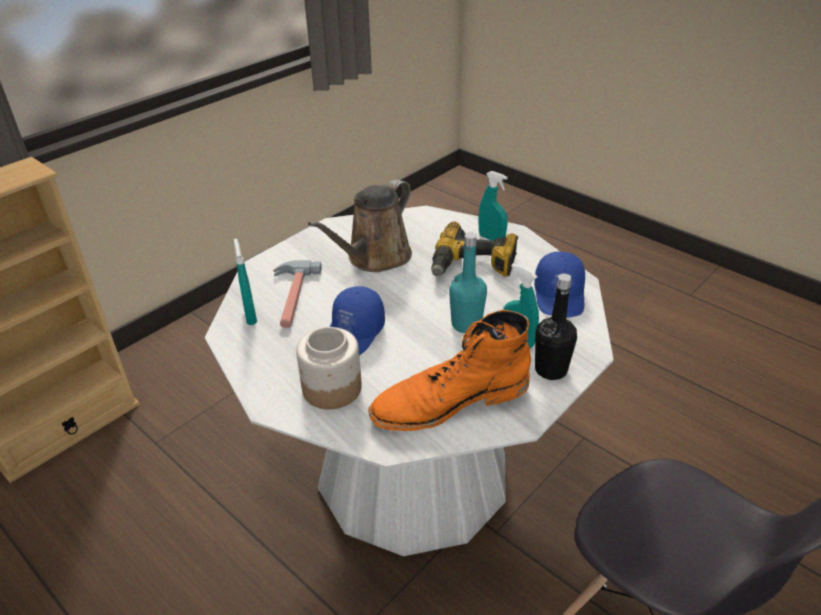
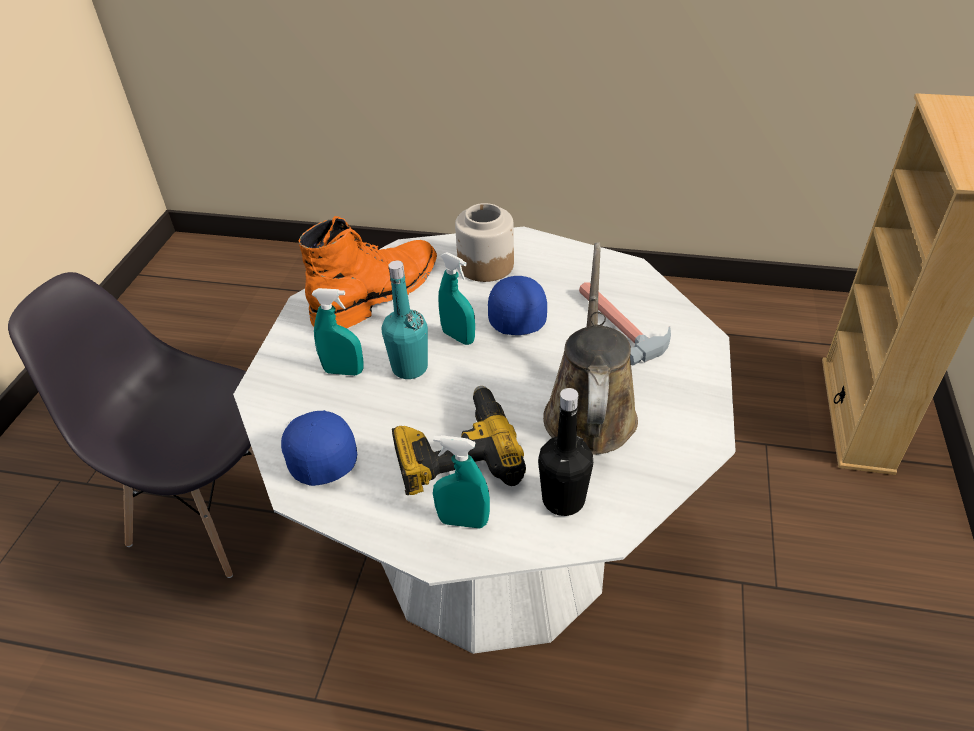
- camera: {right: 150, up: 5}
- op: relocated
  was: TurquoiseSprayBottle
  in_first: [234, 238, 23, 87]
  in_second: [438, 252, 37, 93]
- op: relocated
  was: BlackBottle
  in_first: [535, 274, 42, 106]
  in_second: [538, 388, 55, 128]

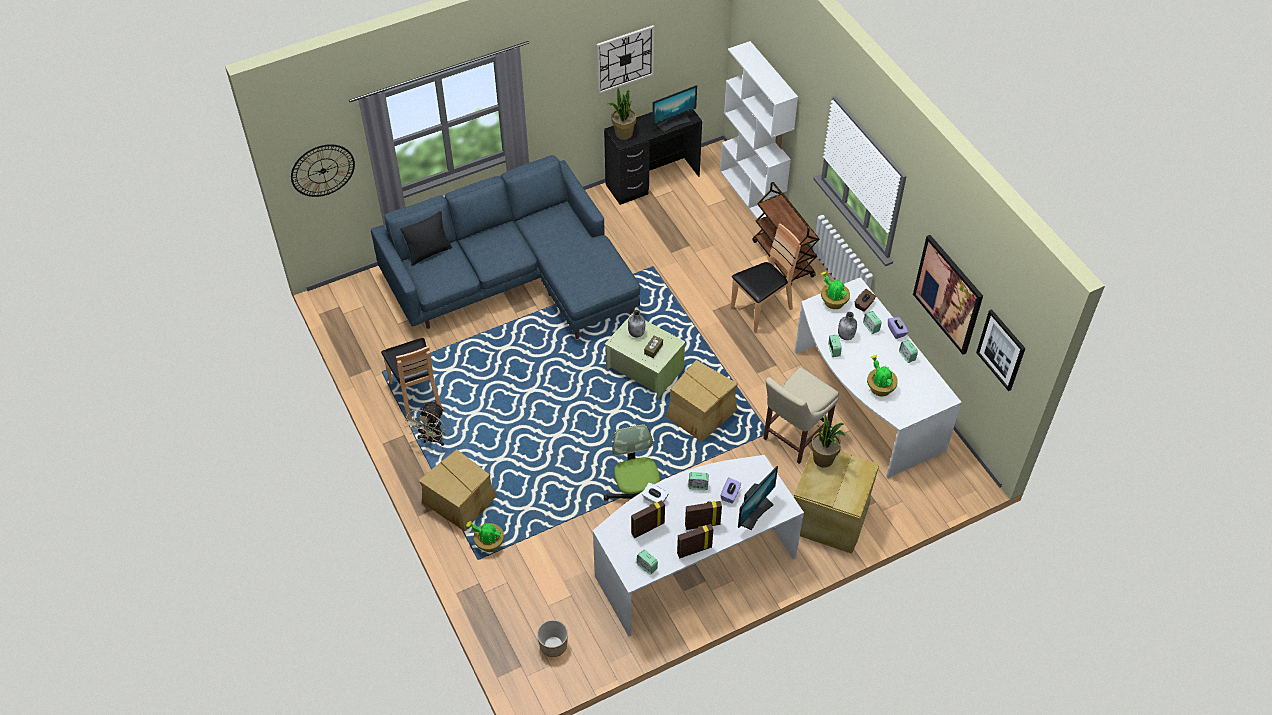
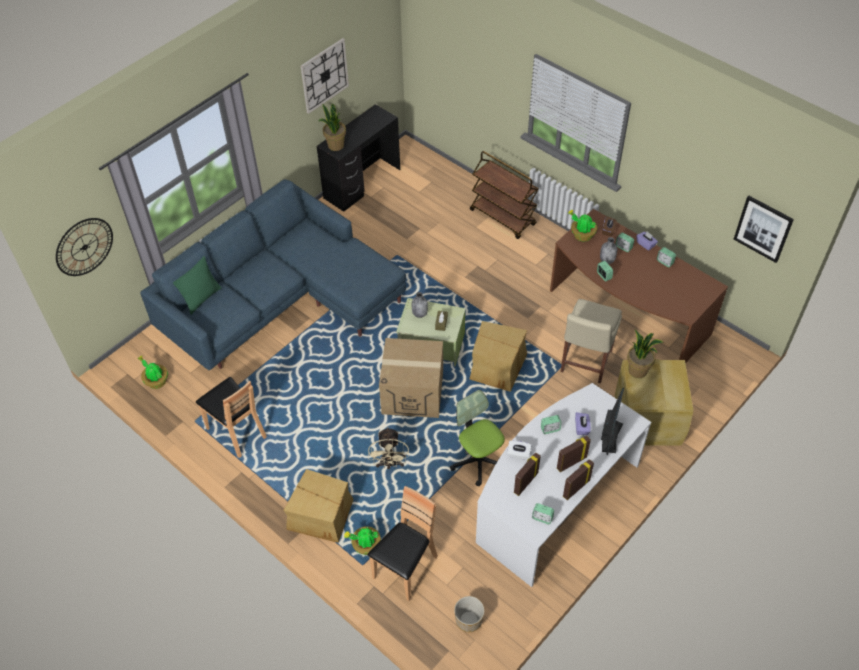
- camera: {right: -20, up: 0}
- op: colour
  was: BlackPillow
  now: GreenPillow
  in_first: [400, 211, 52, 55]
  in_second: [173, 256, 49, 59]
- op: relocated
  was: BeigeFan
  in_first: [404, 401, 42, 45]
  in_second: [368, 427, 41, 42]
- op: missing
  was: Monitor
  in_first: [652, 85, 45, 48]
- op: missing
  was: WhiteBookcase
  in_first: [720, 41, 78, 178]
- op: relocated
  was: BrownChair
  in_first: [731, 223, 70, 110]
  in_second: [368, 486, 70, 115]
- op: colour
  was: WhiteDesk
  now: BrownDesk
  in_first: [795, 277, 167, 201]
  in_second: [550, 209, 178, 154]
- op: relocated
  was: PottedPlant
  in_first: [867, 355, 31, 41]
  in_second: [138, 356, 30, 33]
- op: missing
  was: Picture
  in_first: [913, 235, 70, 120]
- op: appeared
  now: CardboardBox
  in_second: [379, 338, 64, 80]

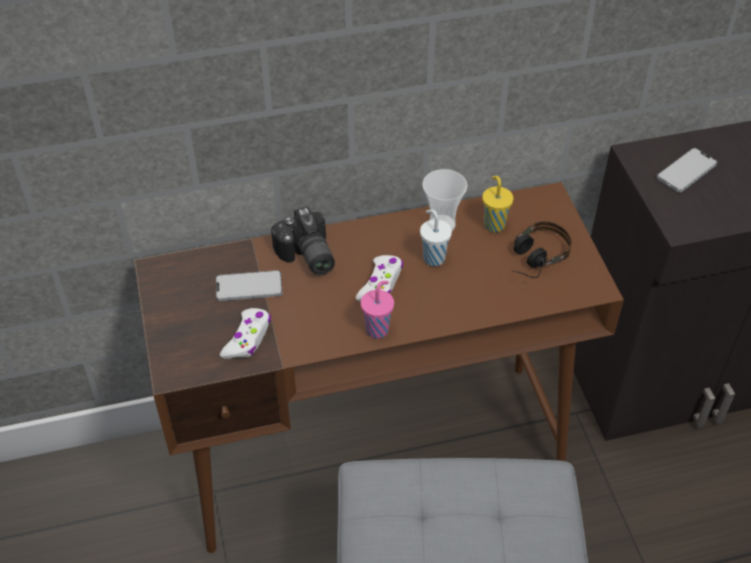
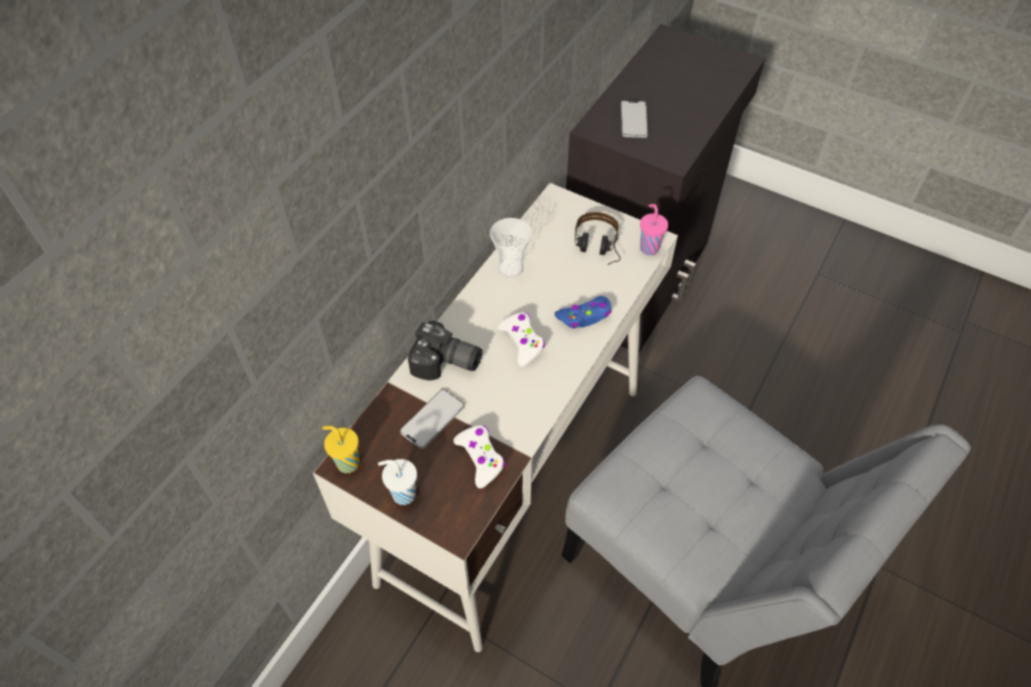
- camera: {right: -45, up: 5}
- op: colour
  was: BrownDesk
  now: WhiteDesk
  in_first: [134, 182, 490, 371]
  in_second: [313, 183, 365, 469]
- op: relocated
  was: PinkCup
  in_first: [361, 281, 33, 57]
  in_second: [640, 204, 28, 51]
- op: relocated
  was: WhiteCup
  in_first: [420, 210, 32, 56]
  in_second: [378, 459, 39, 46]
- op: relocated
  was: YellowCup
  in_first: [482, 176, 31, 57]
  in_second: [322, 426, 38, 47]
- op: appeared
  now: BlueGameController
  in_second: [554, 296, 58, 33]

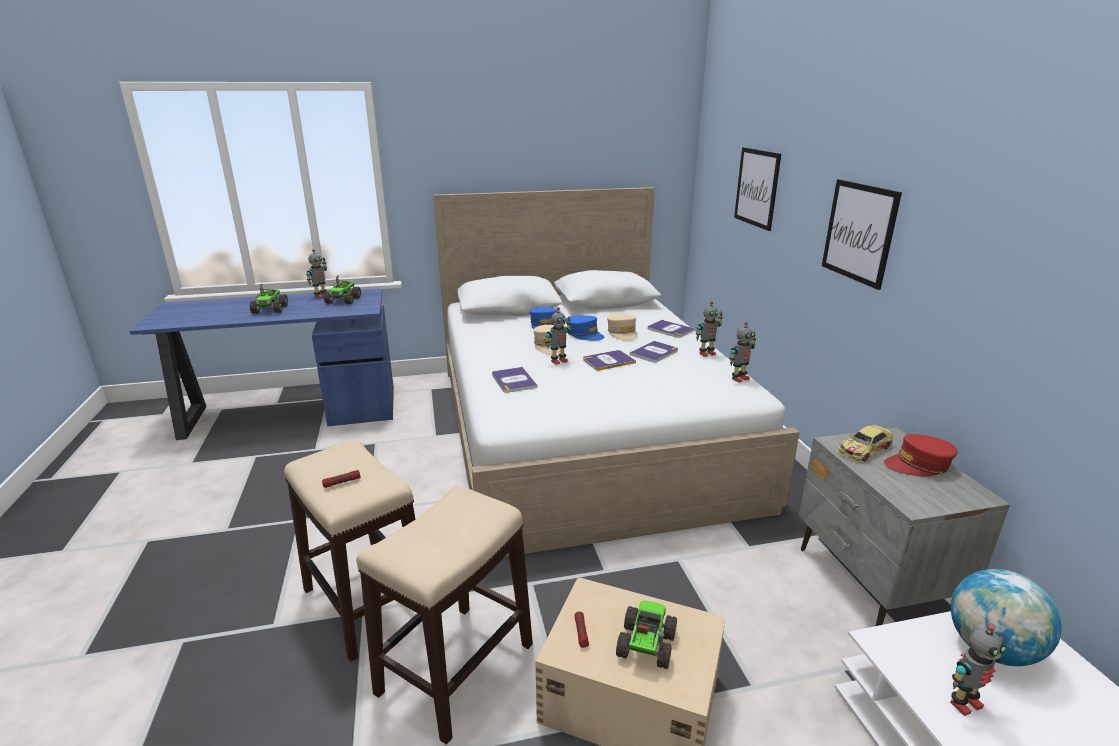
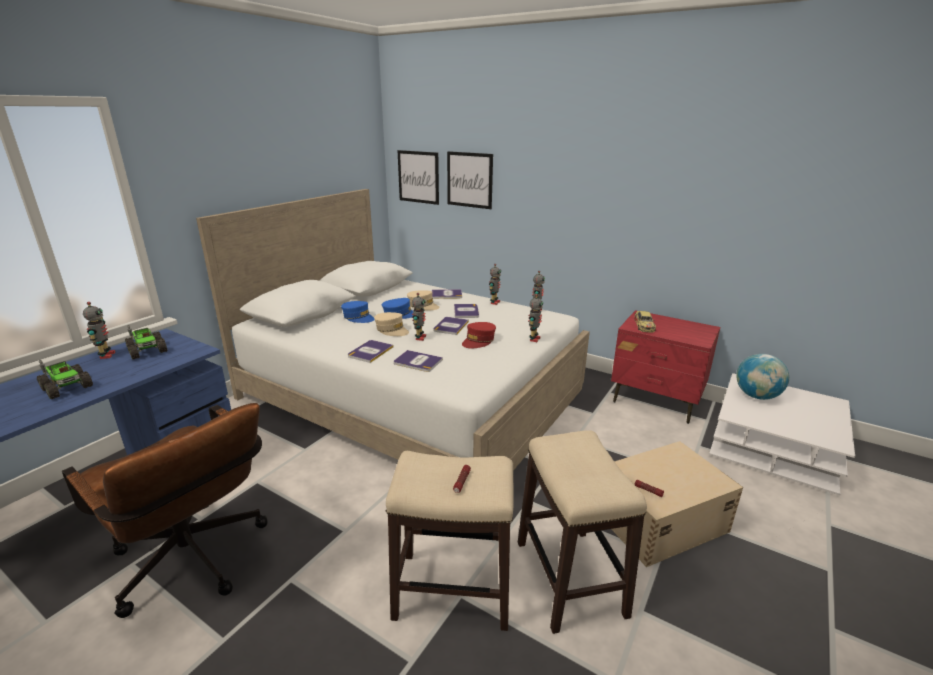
- camera: {right: -45, up: 0}
- op: missing
  was: ToyTruck
  in_first: [616, 601, 61, 68]
- op: colour
  was: GreyNightstand
  now: RedNightstand
  in_first: [799, 427, 211, 199]
  in_second: [611, 310, 109, 114]
- op: relocated
  was: Picture
  in_first: [822, 179, 80, 111]
  in_second: [397, 150, 42, 55]
- op: relocated
  was: RedCap
  in_first: [884, 434, 74, 43]
  in_second: [462, 322, 34, 27]
- op: relocated
  was: ToyRobot
  in_first: [950, 625, 56, 91]
  in_second: [528, 294, 15, 48]
- op: appeared
  now: BrownOfficeChair
  in_second: [62, 403, 206, 215]
- op: appeared
  now: Book
  in_second: [348, 340, 46, 23]

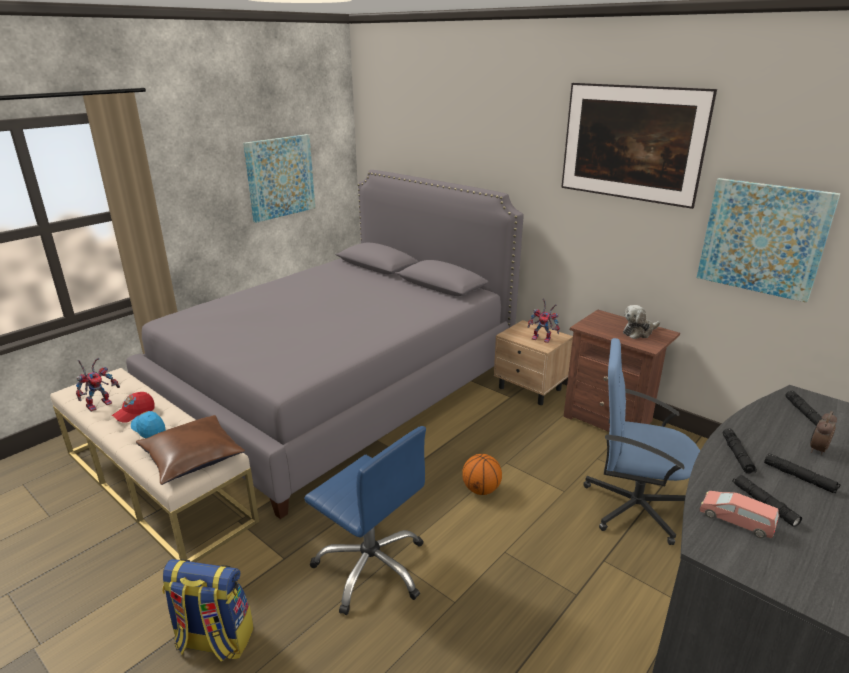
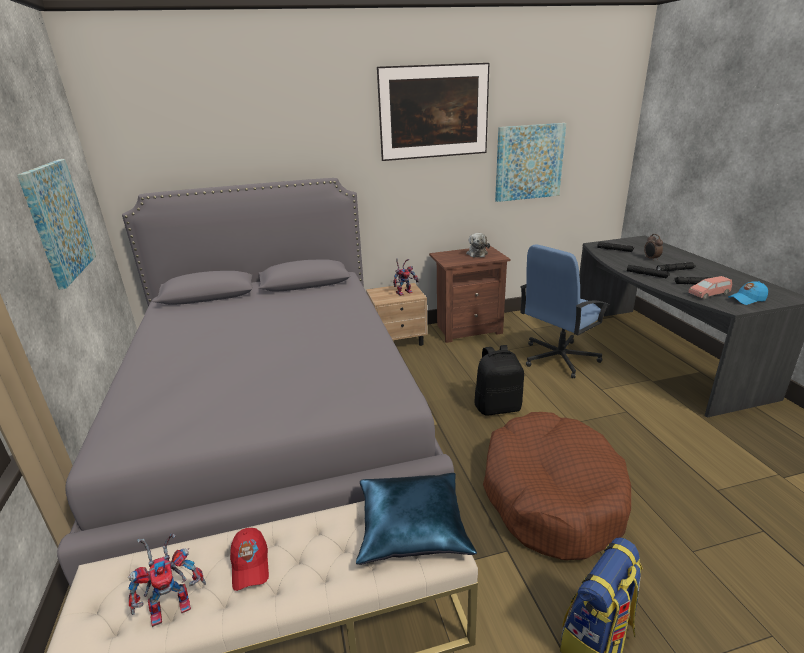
- camera: {right: -55, up: 0}
- op: spun
  was: ToyRobot
  in_first: [76, 358, 44, 54]
  in_second: [128, 533, 78, 94]
  clockwise: 75
- op: relocated
  was: BlueCap
  in_first: [131, 411, 35, 27]
  in_second: [728, 281, 40, 24]
- op: colour
  was: BrownPillow
  now: BluePillow
  in_first: [136, 415, 109, 70]
  in_second: [356, 473, 121, 92]
- op: exchanged
  was: BlueOfficeChair
  now: BrownDogBed
  in_first: [304, 426, 122, 189]
  in_second: [483, 412, 148, 148]
- op: exchanged
  was: Basketball
  now: BlackBackpack
  in_first: [462, 454, 40, 41]
  in_second: [474, 345, 50, 71]

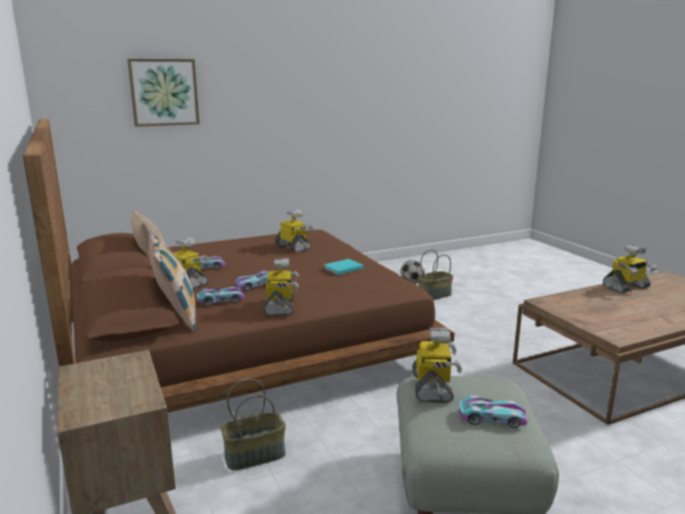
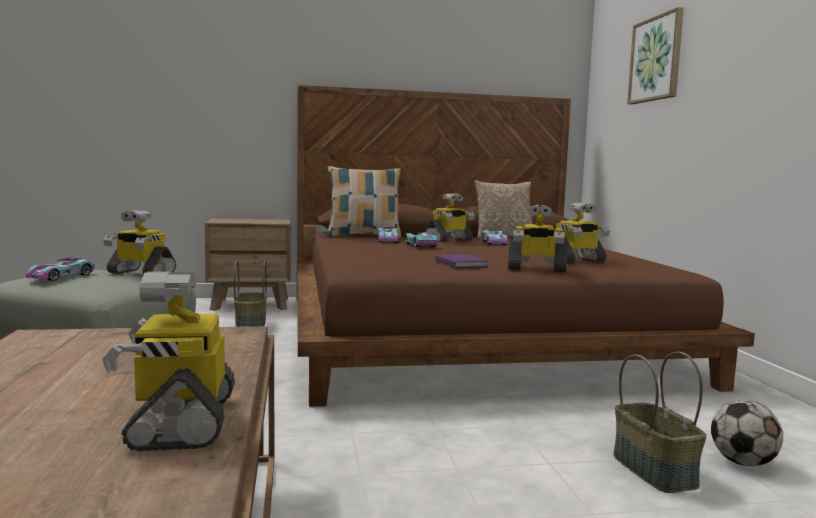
- camera: {right: 105, up: -10}
- op: relocated
  was: ToyRobot
  in_first: [263, 258, 36, 58]
  in_second: [508, 205, 59, 68]
- op: colour
  was: TurquoiseBook
  now: PurpleBook
  in_first: [323, 259, 40, 16]
  in_second: [435, 254, 53, 14]

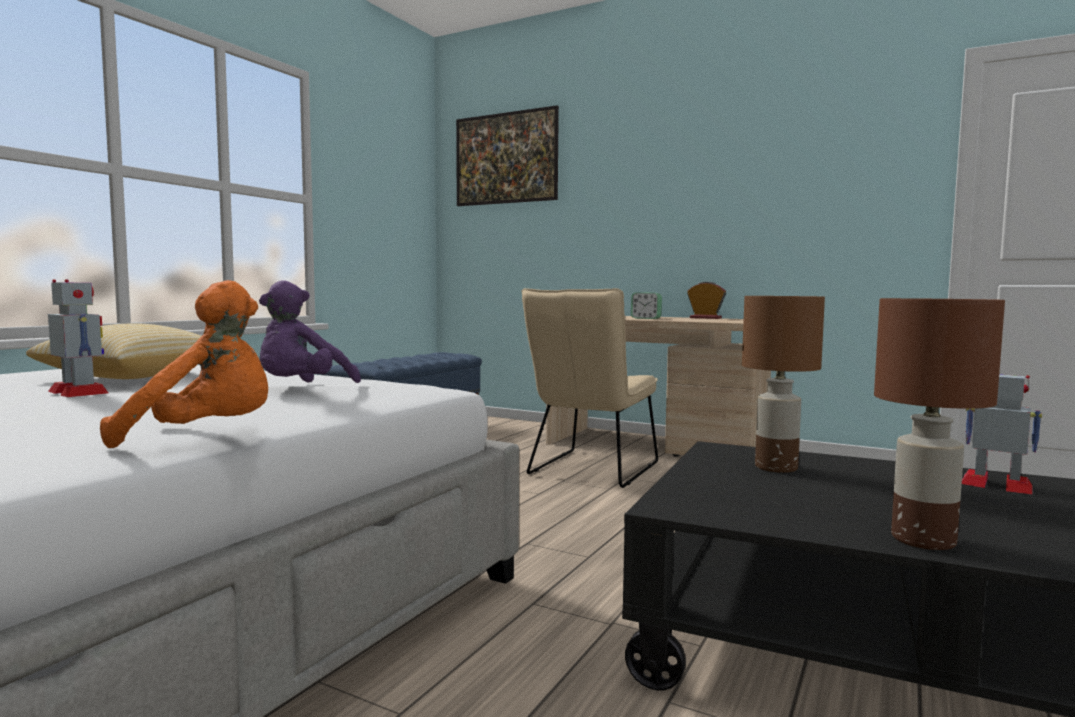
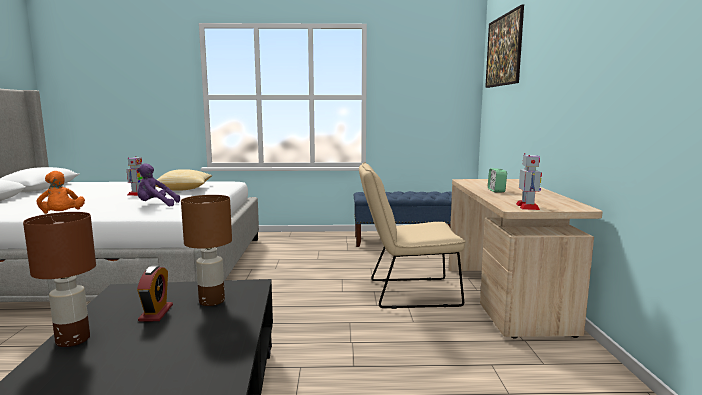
- camera: {right: 60, up: 5}
- op: relocated
  was: AlarmClock
  in_first: [687, 281, 39, 38]
  in_second: [137, 265, 36, 57]
- op: relocated
  was: ToyRobot
  in_first: [962, 374, 80, 120]
  in_second: [516, 153, 26, 57]

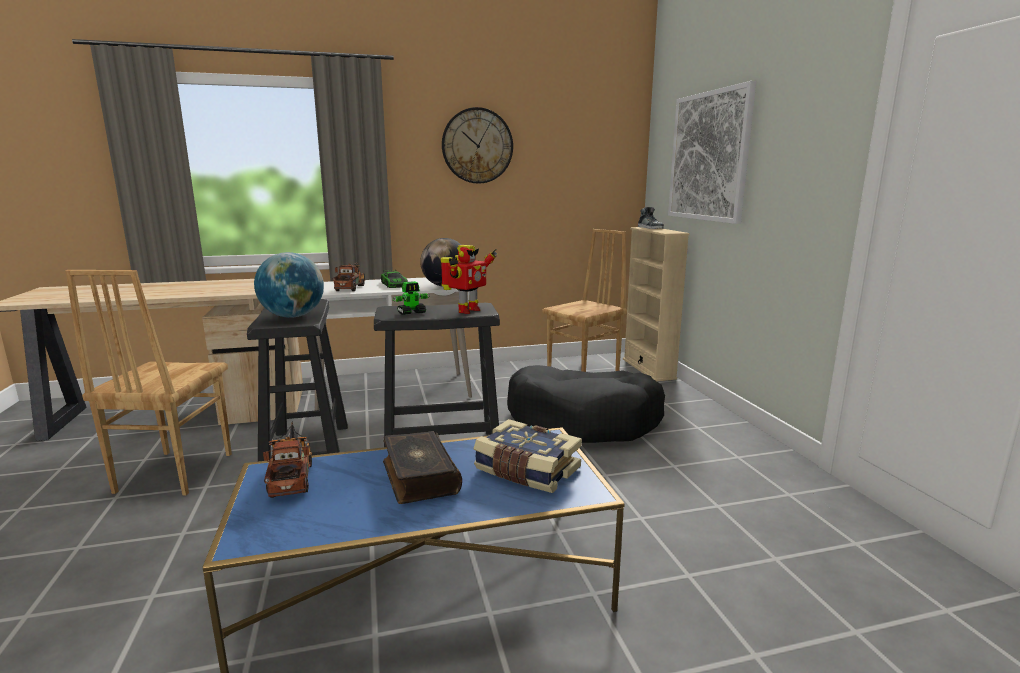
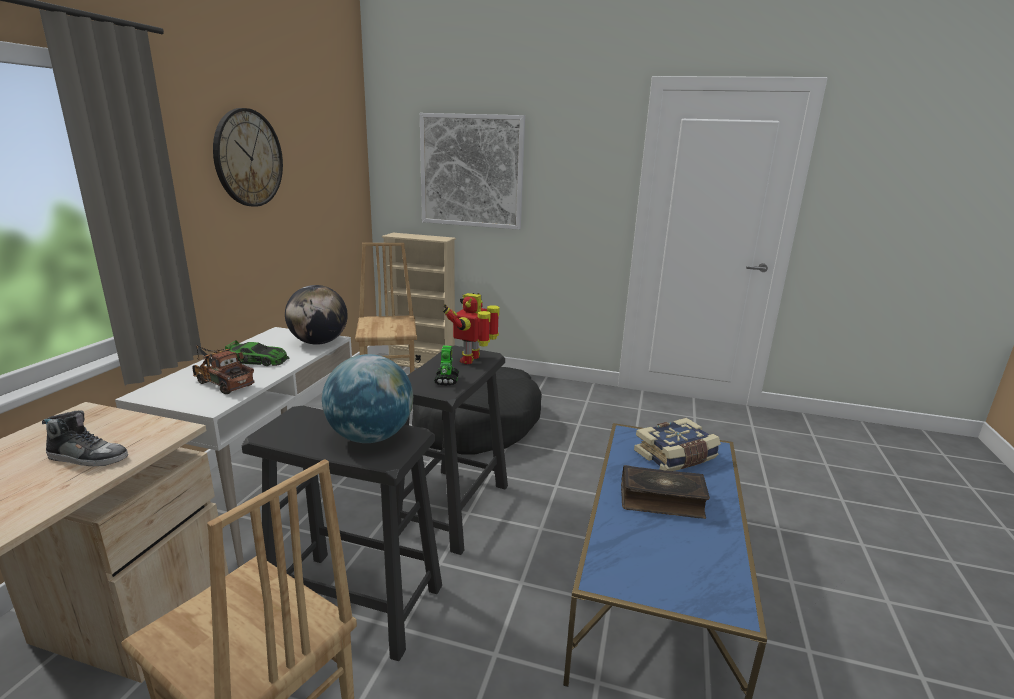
- camera: {right: -60, up: 5}
- op: missing
  was: ToyTruck
  in_first: [263, 422, 49, 76]
- op: spun
  was: ToyRobot
  in_first: [441, 245, 56, 69]
  in_second: [443, 293, 57, 71]
  clockwise: -135
- op: relocated
  was: Shoe
  in_first: [638, 207, 26, 22]
  in_second: [42, 410, 86, 56]

